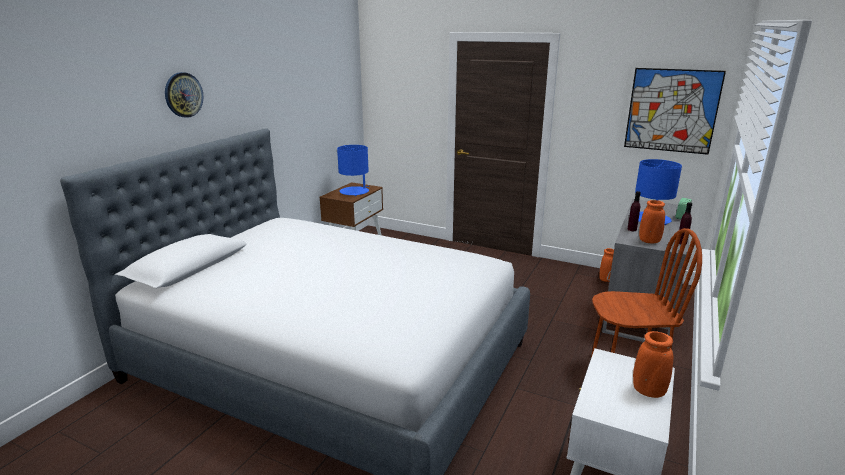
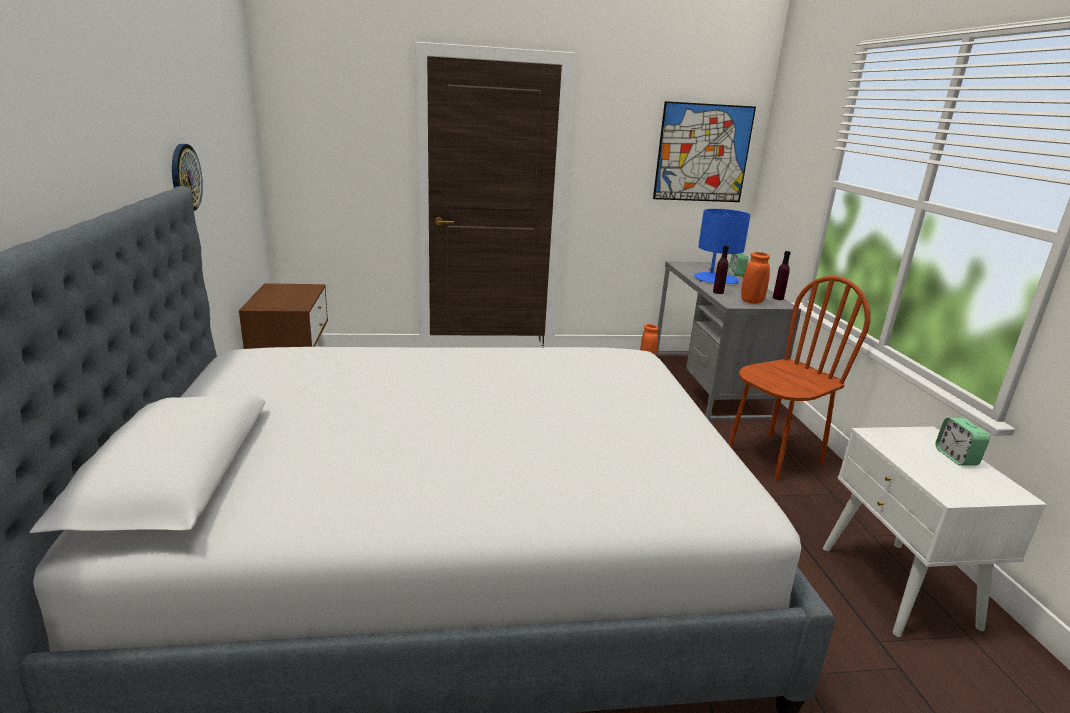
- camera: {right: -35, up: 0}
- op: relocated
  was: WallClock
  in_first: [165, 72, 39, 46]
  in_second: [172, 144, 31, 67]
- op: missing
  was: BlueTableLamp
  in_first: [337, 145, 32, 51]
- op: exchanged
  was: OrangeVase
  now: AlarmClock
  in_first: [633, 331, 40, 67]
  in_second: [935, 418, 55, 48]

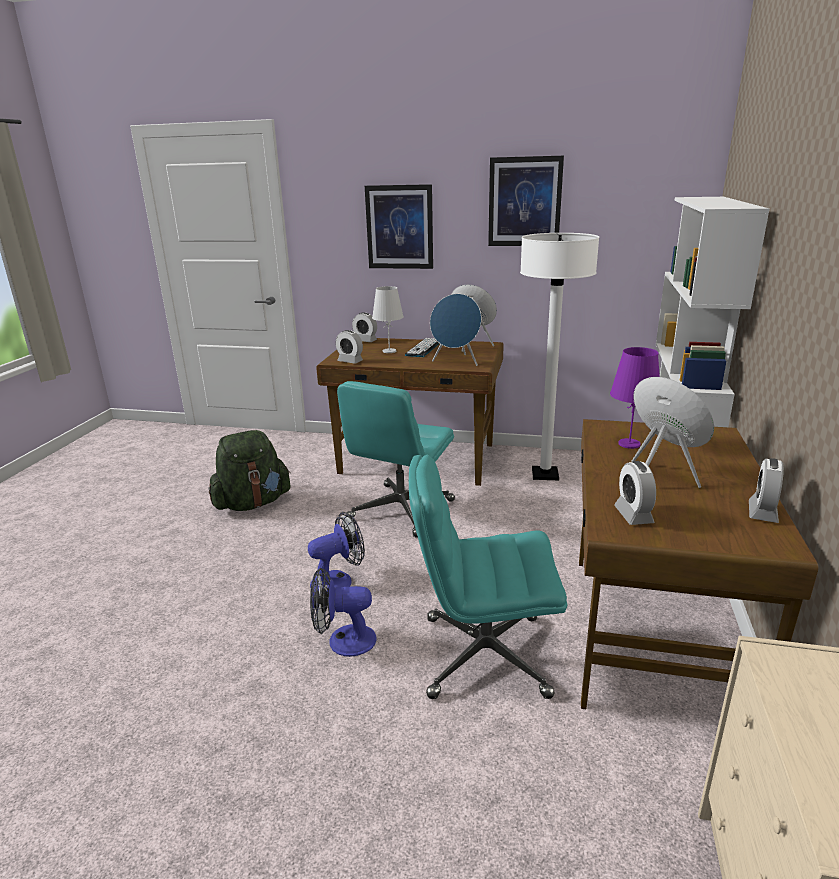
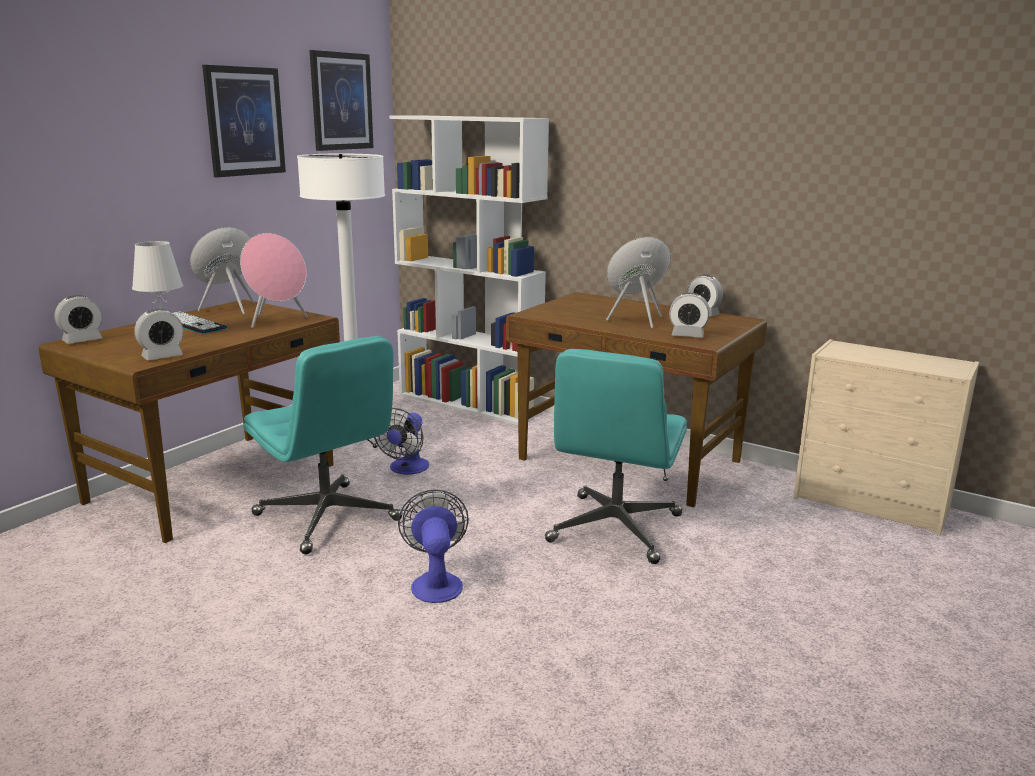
- camera: {right: -70, up: -5}
- op: missing
  was: GreenBackpack
  in_first: [209, 430, 82, 81]
- op: relocated
  was: Fan
  in_first: [310, 568, 66, 89]
  in_second: [374, 408, 55, 67]
- op: relocated
  was: Picture
  in_first: [365, 184, 68, 85]
  in_second: [310, 50, 64, 101]
- op: colour
  was: BlueSpeaker
  now: PinkSpeaker
  in_first: [430, 294, 52, 72]
  in_second: [240, 233, 68, 95]
- op: missing
  was: PurpleTableLamp
  in_first: [610, 347, 50, 102]

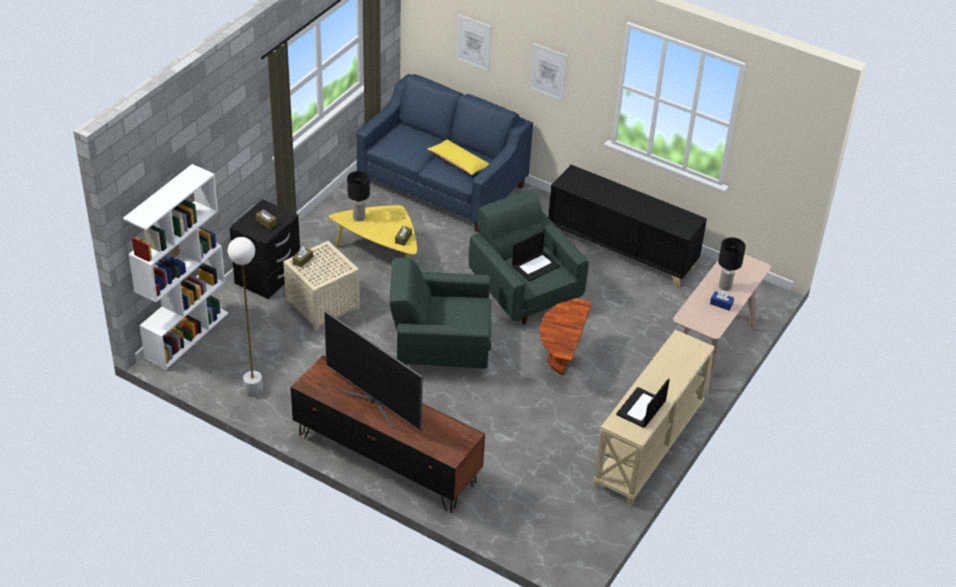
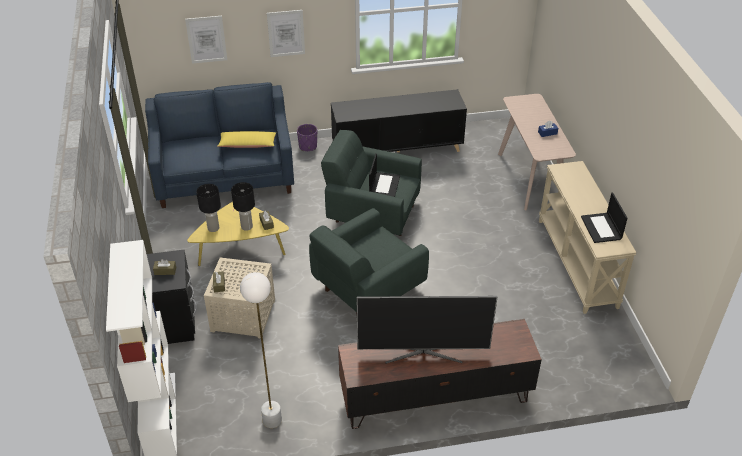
- camera: {right: -40, up: 0}
- op: missing
  was: BrownSideTable
  in_first: [539, 298, 54, 78]
- op: relocated
  was: BlackTableLamp
  in_first: [718, 237, 28, 54]
  in_second: [231, 182, 24, 49]
- op: appeared
  now: PurplePlanter
  in_second: [297, 124, 20, 27]

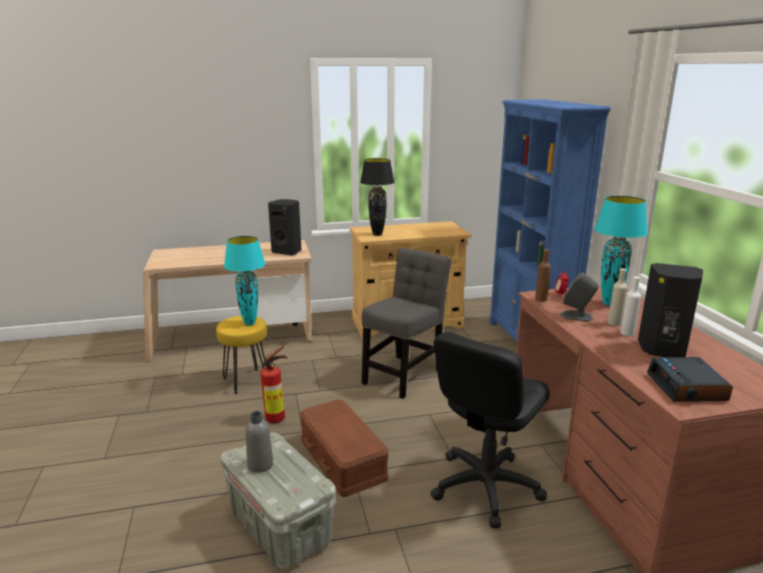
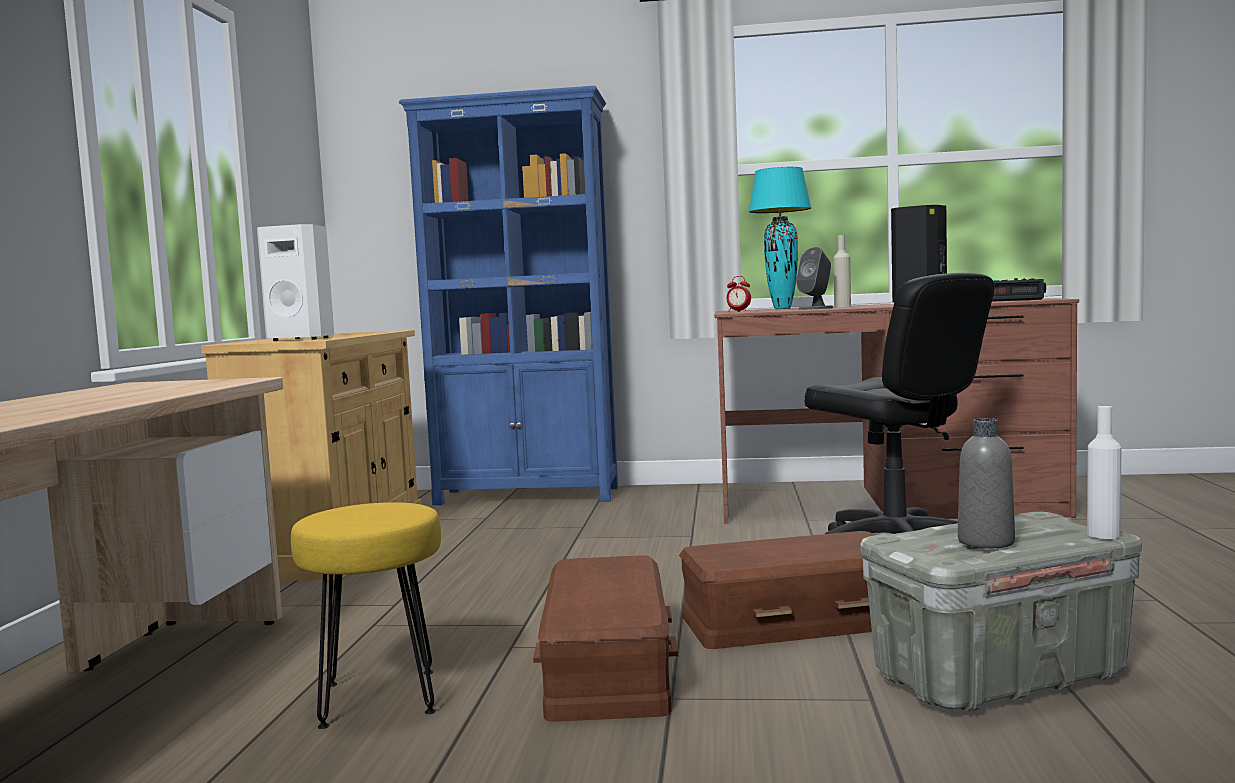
- camera: {right: -70, up: -15}
- op: missing
  was: TurquoiseTableLamp
  in_first: [224, 236, 41, 89]
- op: exchanged
  was: FireExtinguisher
  now: BrownStorageBox
  in_first: [260, 345, 28, 78]
  in_second: [533, 555, 145, 167]
- op: missing
  was: BlackSpeaker
  in_first: [268, 199, 33, 56]
- op: exchanged
  was: BlackTableLamp
  now: WhiteSpeaker
  in_first: [360, 158, 34, 78]
  in_second: [257, 224, 77, 117]
- op: missing
  was: GreyChair
  in_first: [362, 248, 90, 151]
- op: missing
  was: BrownBottle
  in_first: [535, 249, 16, 53]
- op: relocated
  was: WhiteBottle
  in_first: [620, 276, 21, 60]
  in_second: [1087, 406, 34, 133]

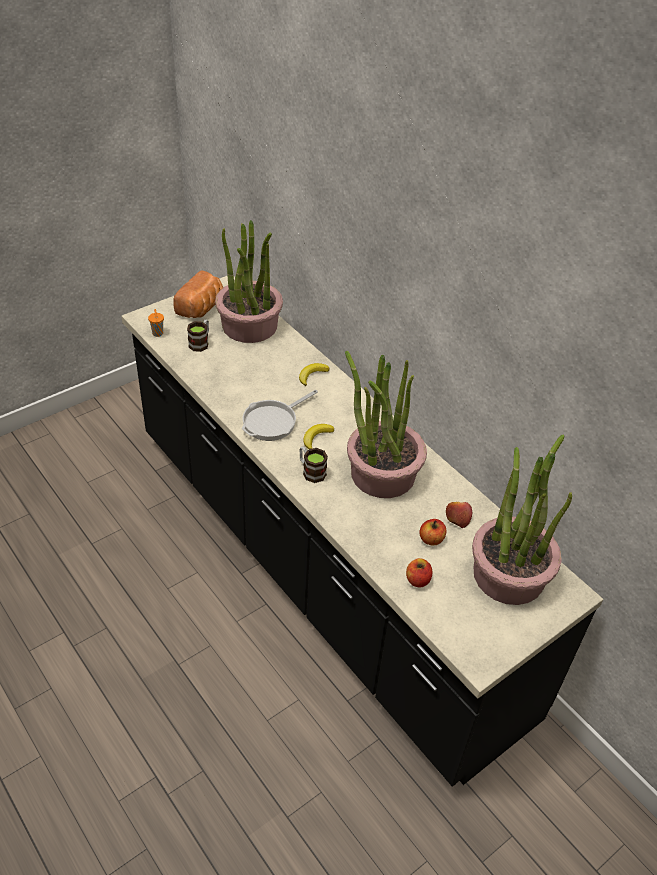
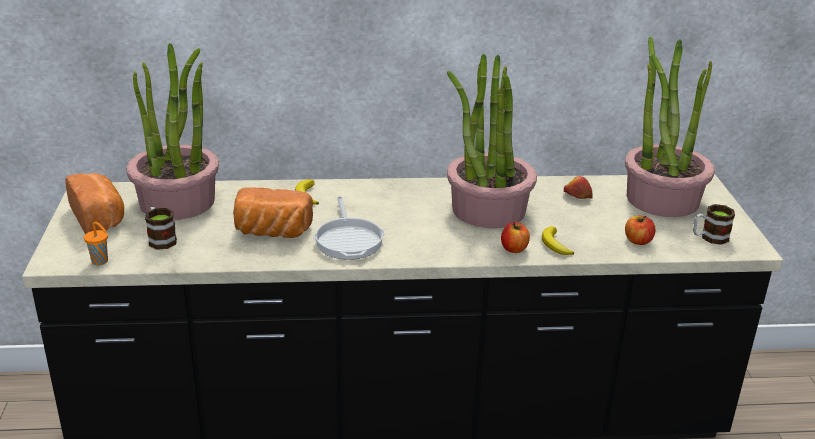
- camera: {right: -55, up: -15}
- op: relocated
  was: Mug
  in_first: [299, 446, 29, 37]
  in_second: [693, 204, 42, 41]
- op: relocated
  was: Banana
  in_first: [303, 424, 31, 25]
  in_second: [542, 226, 32, 29]
- op: relocated
  was: Apple
  in_first: [419, 519, 28, 26]
  in_second: [501, 222, 29, 31]
- op: appeared
  now: Bread
  in_second: [233, 187, 80, 51]

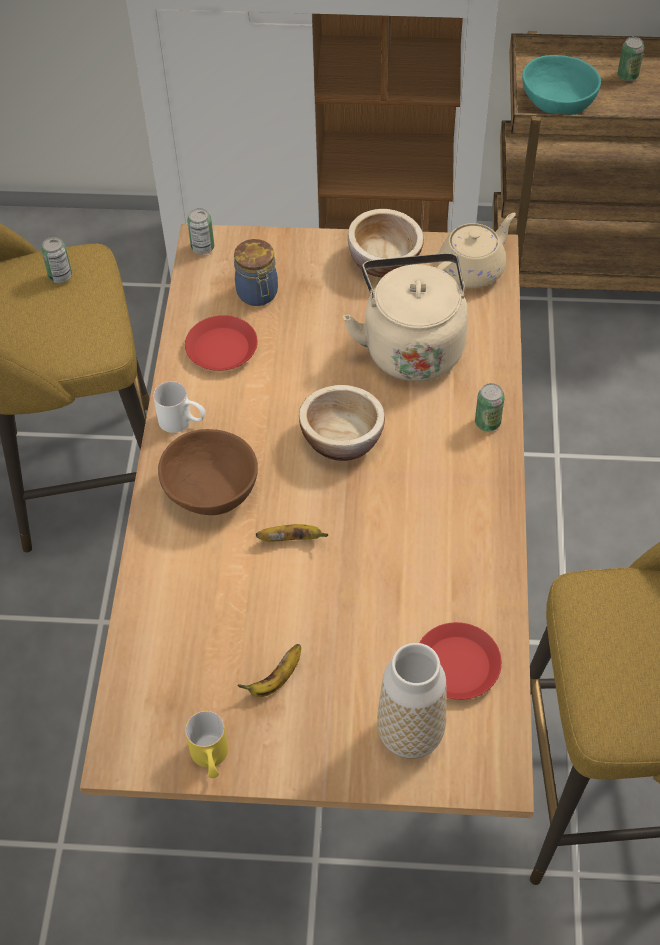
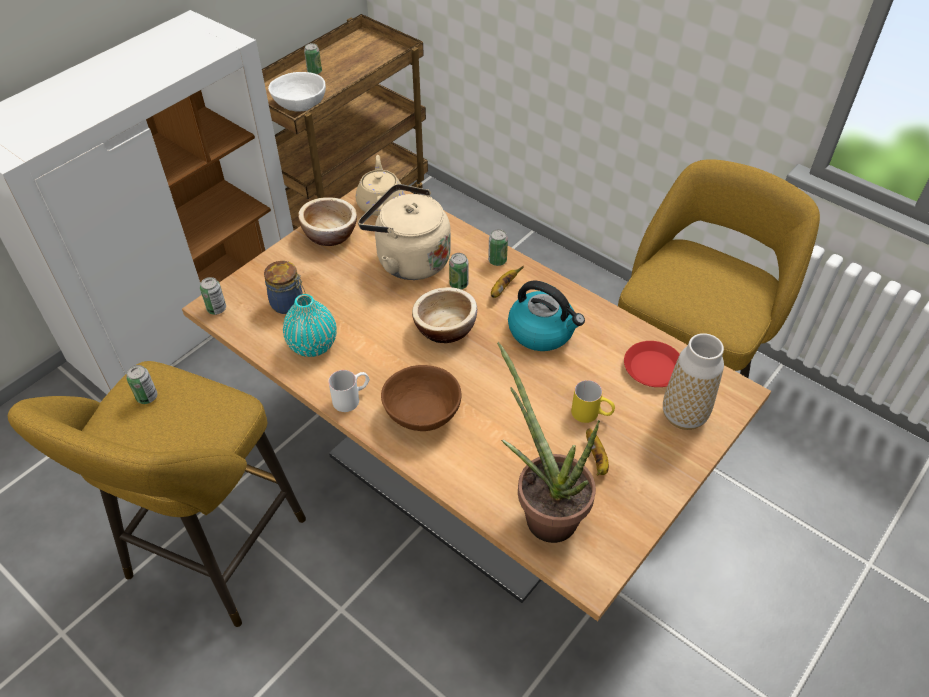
- camera: {right: -55, up: -5}
- op: exchanged
  was: RedPlate
  now: TurquoiseVase
  in_first: [185, 315, 73, 56]
  in_second: [283, 294, 54, 63]
- op: relocated
  was: YellowMug
  in_first: [185, 711, 43, 67]
  in_second: [571, 380, 44, 43]
- op: relocated
  was: Banana
  in_first: [256, 524, 73, 17]
  in_second: [491, 265, 33, 33]
- op: colour
  was: TurquoiseBowl
  now: WhiteBowl
  in_first: [522, 55, 79, 59]
  in_second: [268, 72, 58, 40]
- op: appeared
  now: Can
  in_second: [449, 253, 20, 37]
- op: appeared
  now: PottedPlant
  in_second: [497, 342, 103, 201]
- op: appeared
  now: Kettle
  in_second: [508, 281, 77, 70]

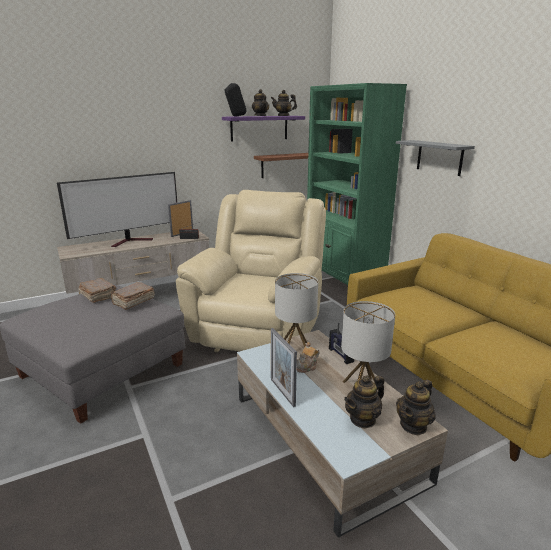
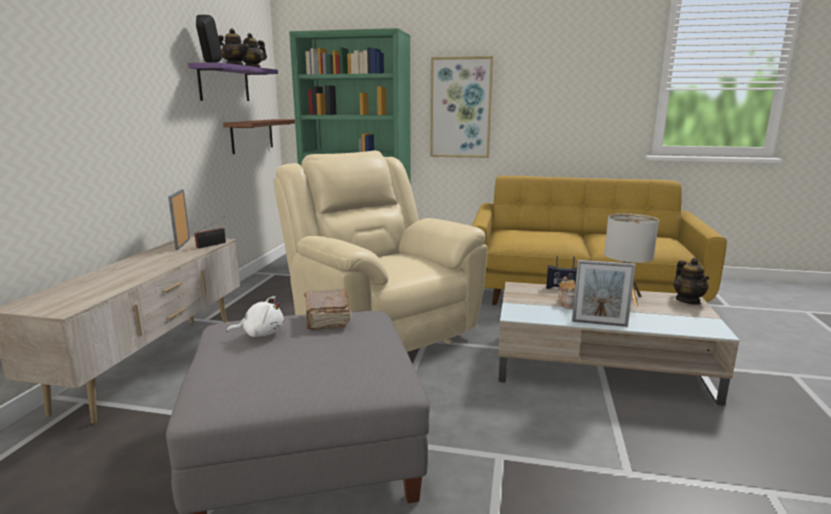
- camera: {right: -50, up: -5}
- op: missing
  was: Television
  in_first: [57, 172, 120, 75]
- op: exchanged
  was: BrownBook
  now: WhitePlushToy
  in_first: [78, 278, 38, 25]
  in_second: [227, 296, 57, 41]
- op: missing
  was: TableLamp
  in_first: [275, 273, 43, 74]
- op: missing
  was: Teapot
  in_first: [344, 376, 40, 53]
- op: exchanged
  was: GreyShelf
  now: Picture
  in_first: [396, 140, 79, 36]
  in_second: [430, 56, 63, 102]

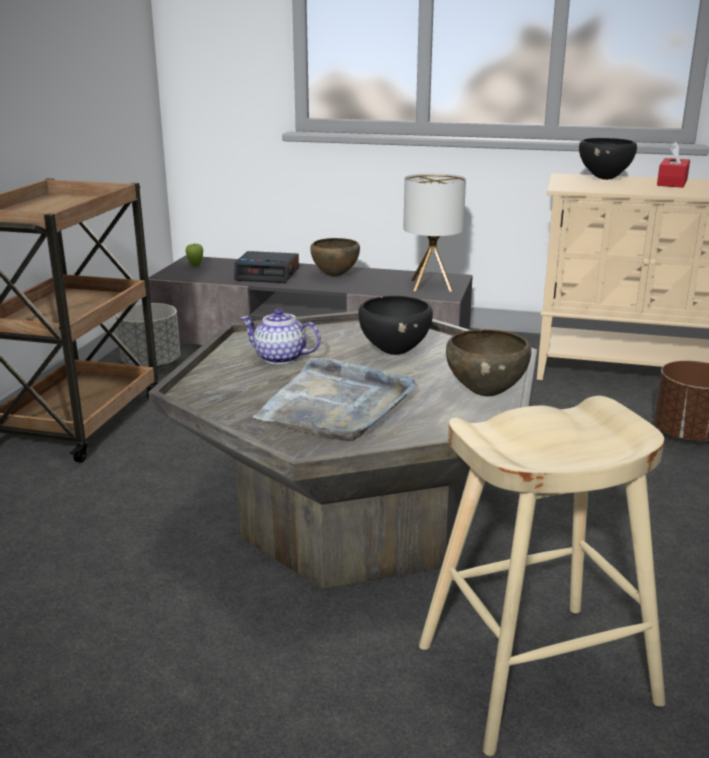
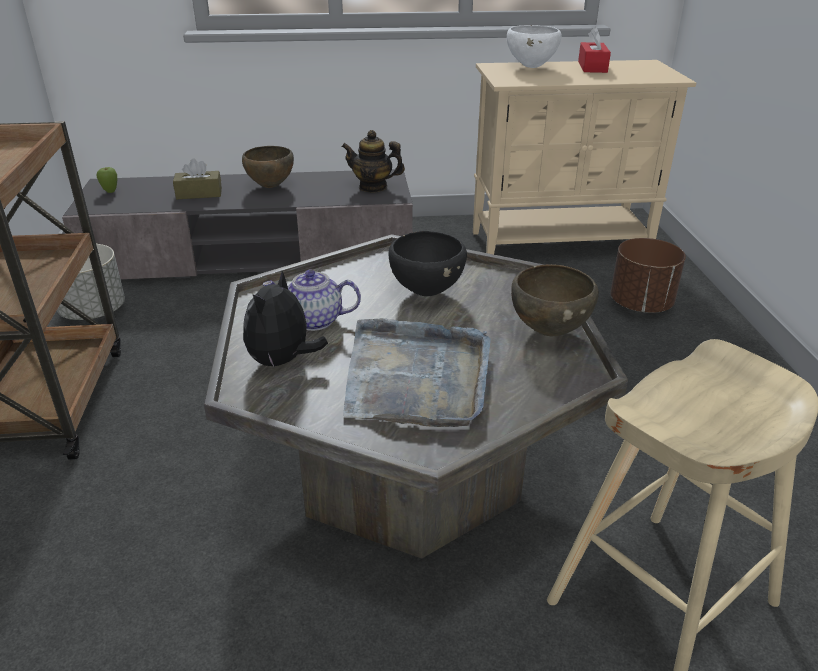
- camera: {right: -20, up: 10}
- op: exchanged
  was: AlarmClock
  now: BrownTissueBox
  in_first: [234, 251, 65, 32]
  in_second: [173, 158, 49, 41]
- op: exchanged
  was: TableLamp
  now: Teapot
  in_first: [403, 173, 63, 119]
  in_second: [342, 130, 63, 62]
- op: colour
  was: BlackBowl
  now: WhiteBowl
  in_first: [579, 138, 58, 42]
  in_second: [507, 25, 54, 43]
- op: appeared
  now: PlushToy
  in_second: [243, 271, 85, 97]

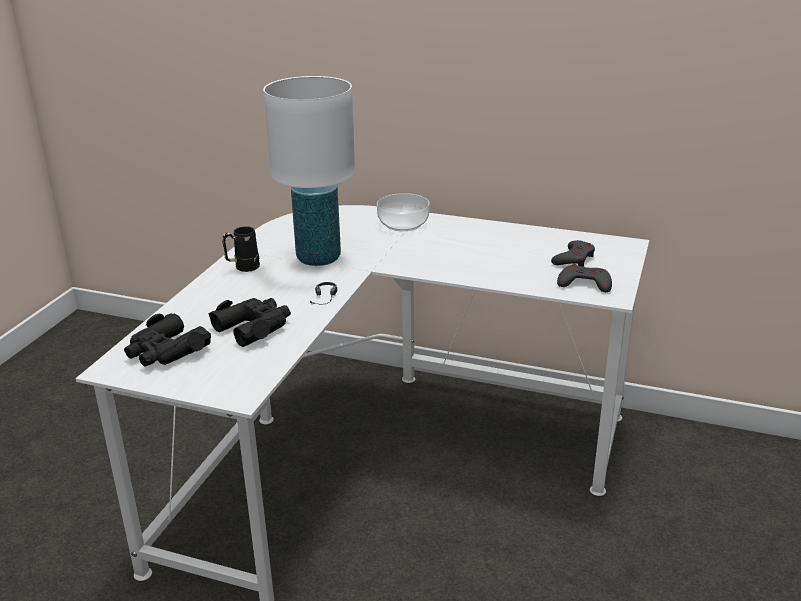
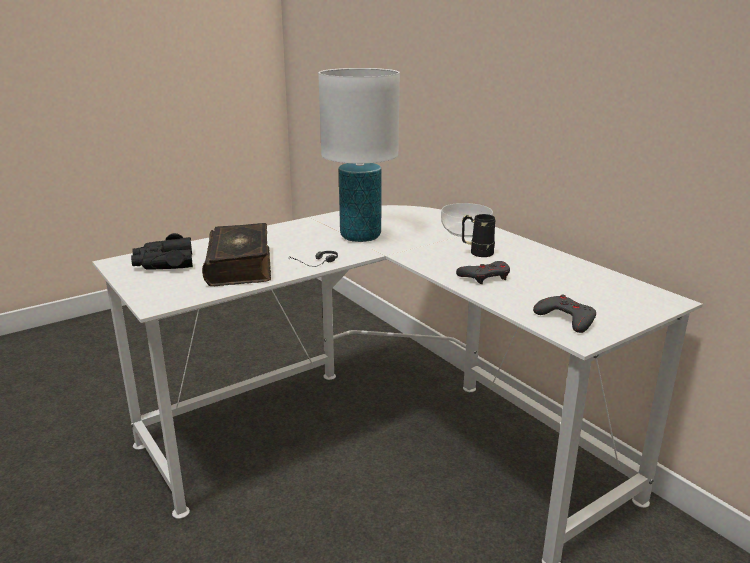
- camera: {right: 35, up: -5}
- op: exchanged
  was: BlackBinoculars
  now: Book
  in_first: [209, 298, 82, 49]
  in_second: [202, 223, 69, 63]
- op: relocated
  was: BlackMug
  in_first: [222, 227, 38, 45]
  in_second: [462, 214, 33, 43]
- op: relocated
  was: GreyGameController
  in_first: [551, 240, 44, 27]
  in_second: [456, 261, 54, 23]

